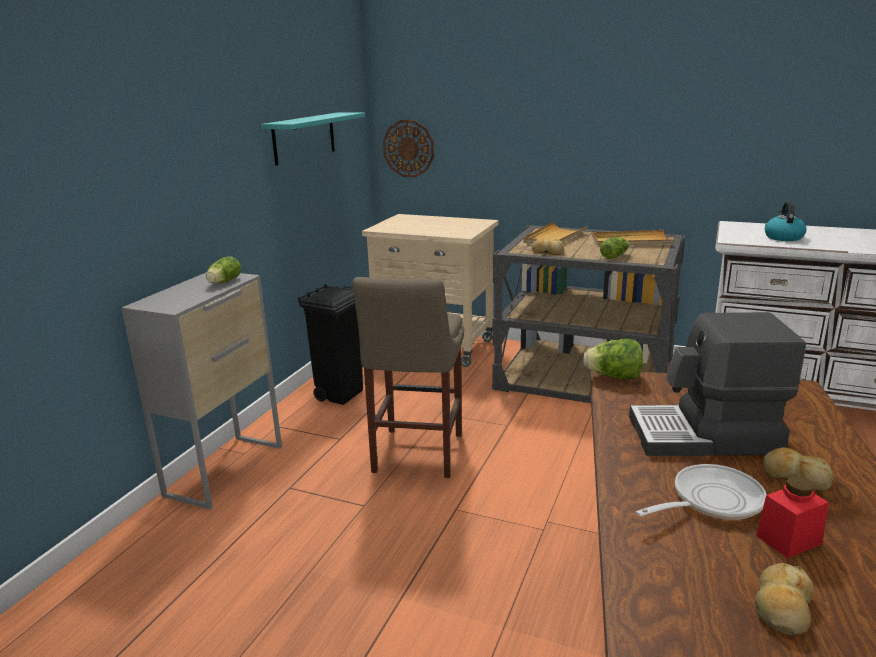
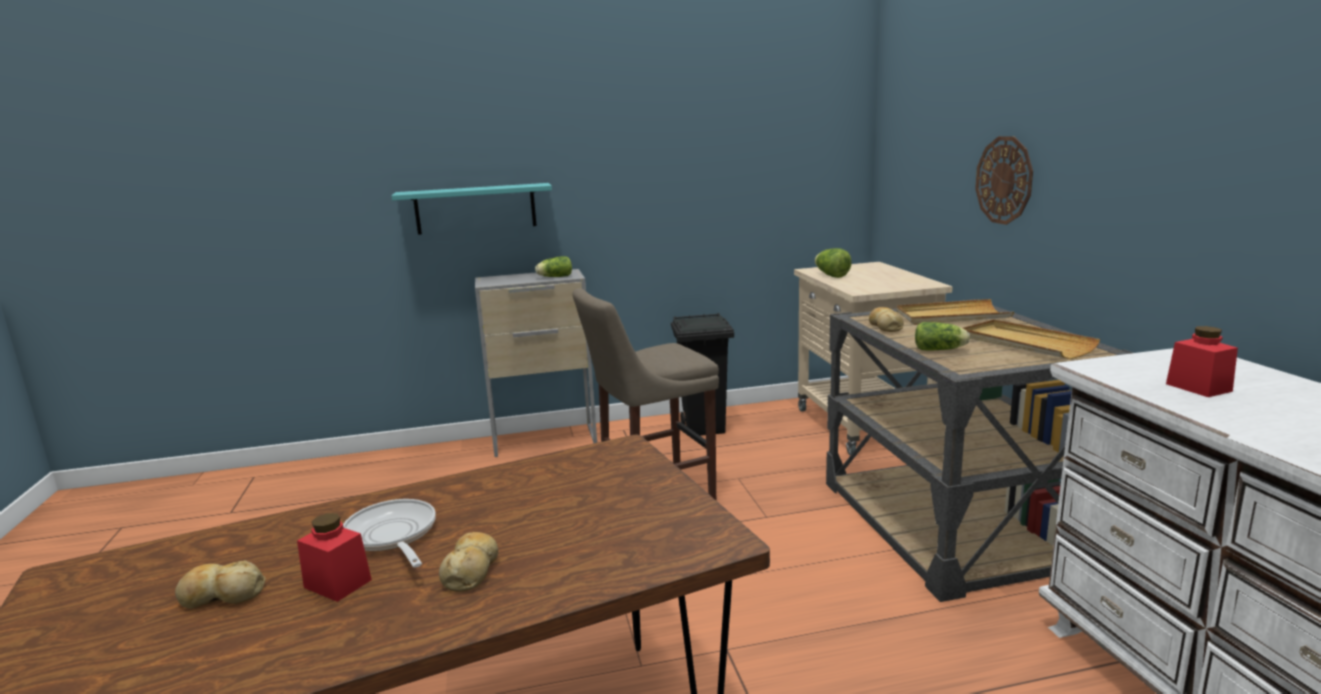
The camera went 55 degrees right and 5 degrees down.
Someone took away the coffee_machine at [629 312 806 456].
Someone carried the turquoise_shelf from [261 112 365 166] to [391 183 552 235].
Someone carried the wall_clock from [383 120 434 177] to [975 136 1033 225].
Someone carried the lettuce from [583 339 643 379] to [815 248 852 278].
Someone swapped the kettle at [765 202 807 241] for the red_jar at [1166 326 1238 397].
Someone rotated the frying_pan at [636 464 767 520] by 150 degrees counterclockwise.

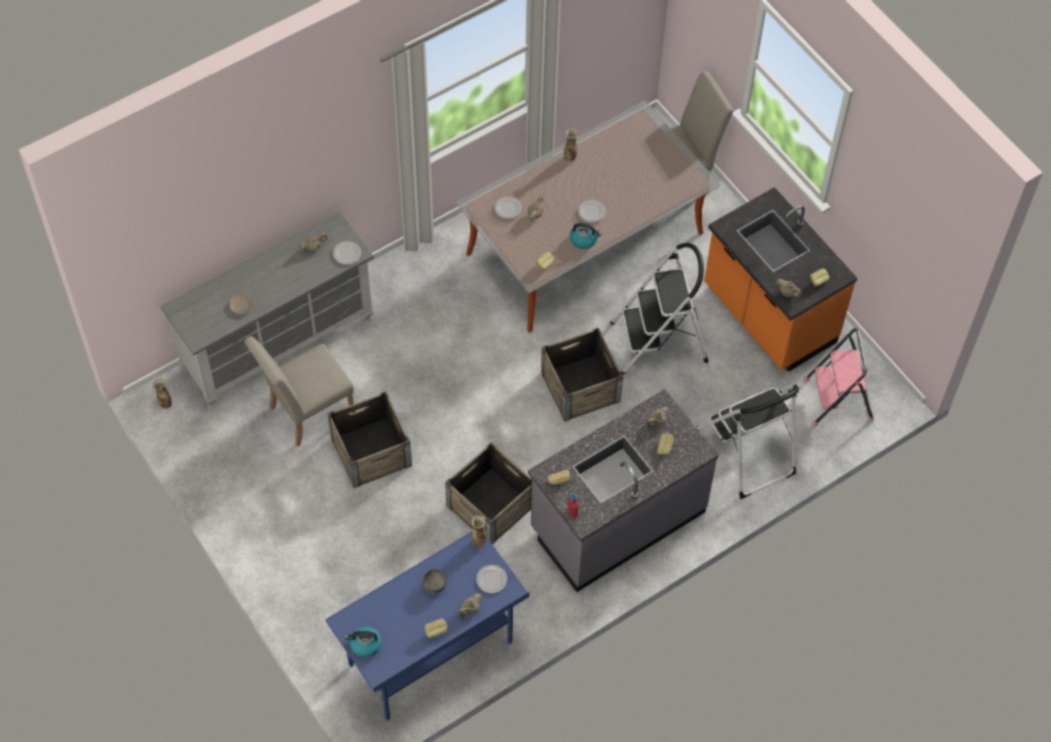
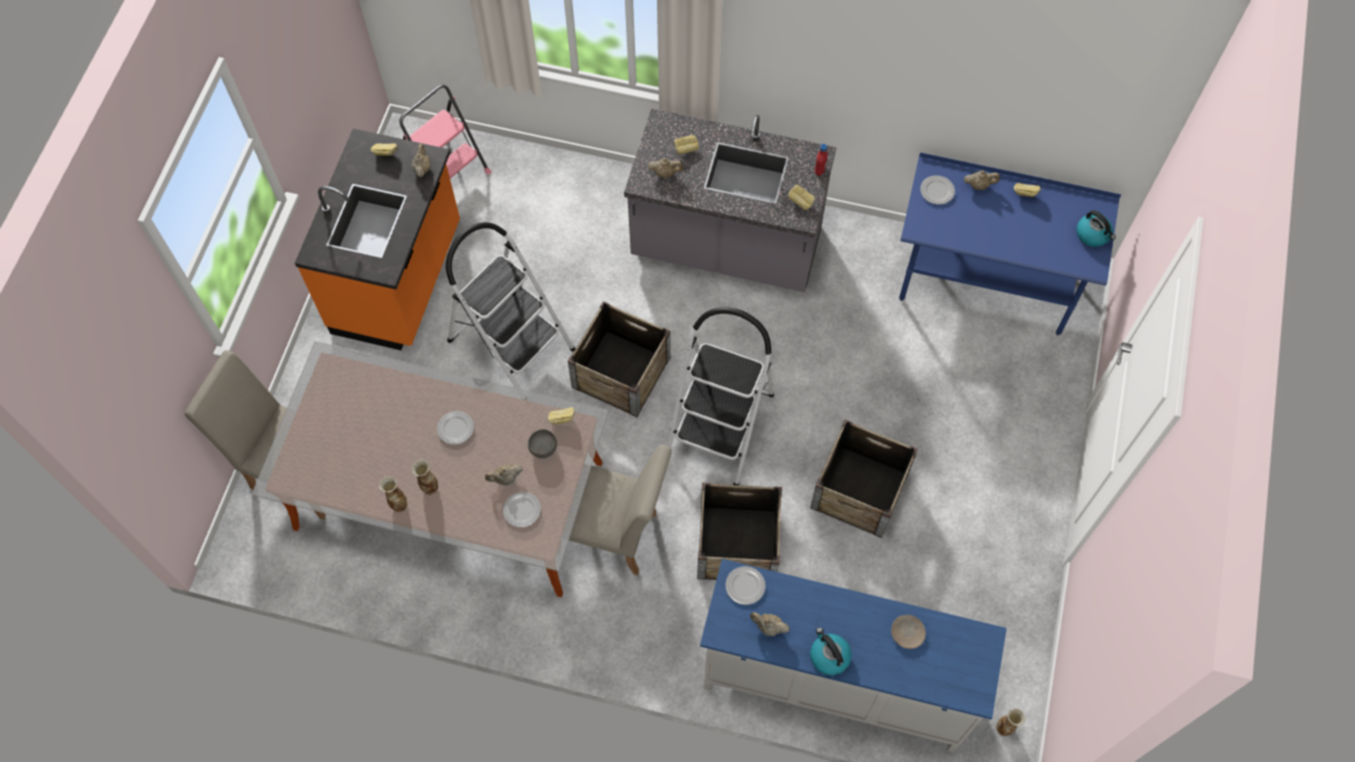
The camera went 130 degrees left and 5 degrees up.
Someone carried the beige_chair from [244 336 356 447] to [569 445 672 575].
Someone carried the grey_bowl from [423 569 447 594] to [528 429 557 459].
Someone carried the crate from [445 442 532 545] to [697 483 782 580].
Someone carried the vase from [471 515 487 548] to [411 459 438 495].
Someone carried the kettle from [570 223 602 249] to [810 627 852 675].
Someone carried the step_ladder from [696 384 799 499] to [667 307 774 485].
Someone repainted the grey_dresser at [160 211 374 409], which became the blue_dresser at [700 559 1007 752].

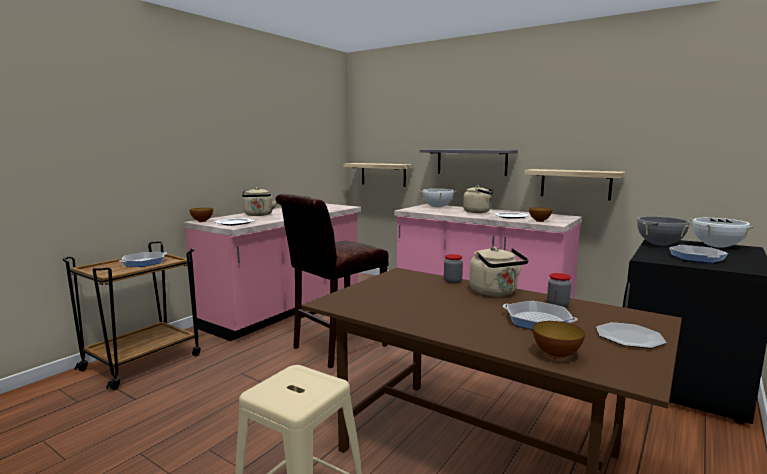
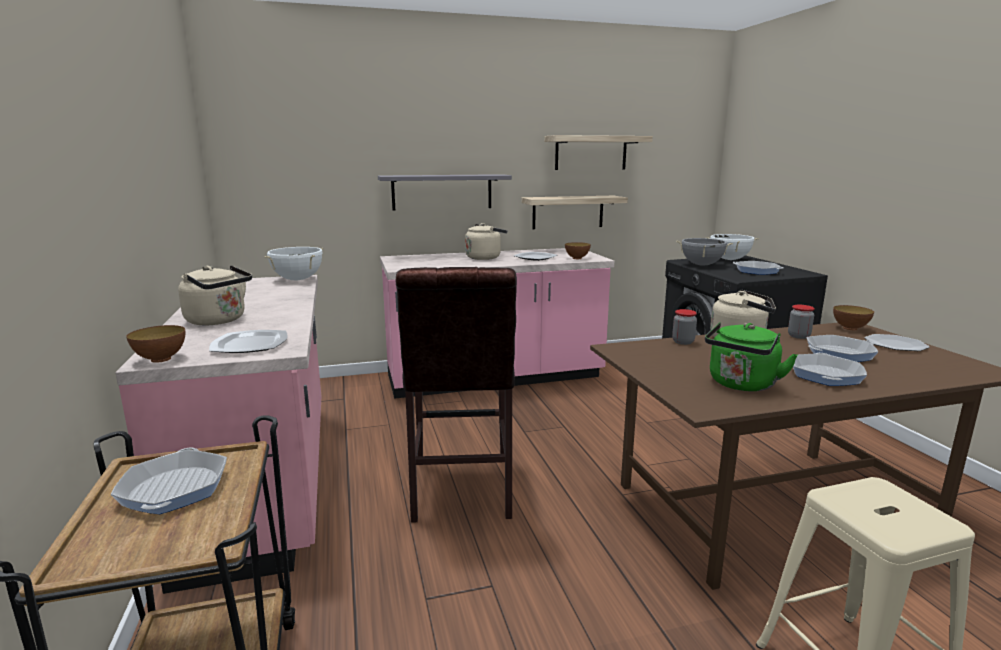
The camera went 50 degrees left and 5 degrees up.
Someone put down the green_kettle at [705 322 798 391].
Someone put down the frying_pan at [793 353 867 386].
Someone carried the shelf from [343 163 413 187] to [544 135 653 170].
Someone carried the white_cooking_pot from [419 189 457 208] to [264 247 323 280].
Someone carried the bowl from [533 321 585 359] to [833 305 874 330].

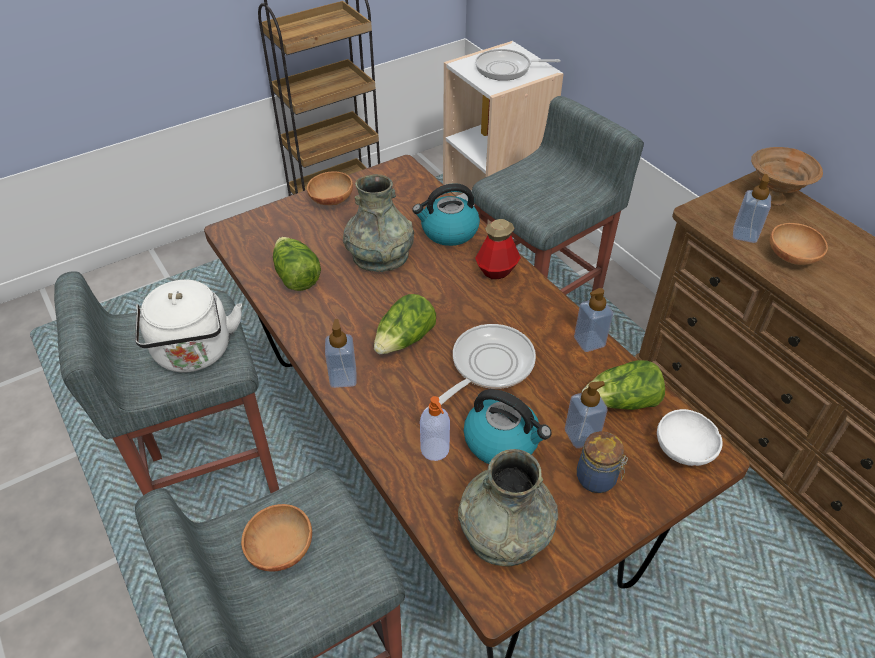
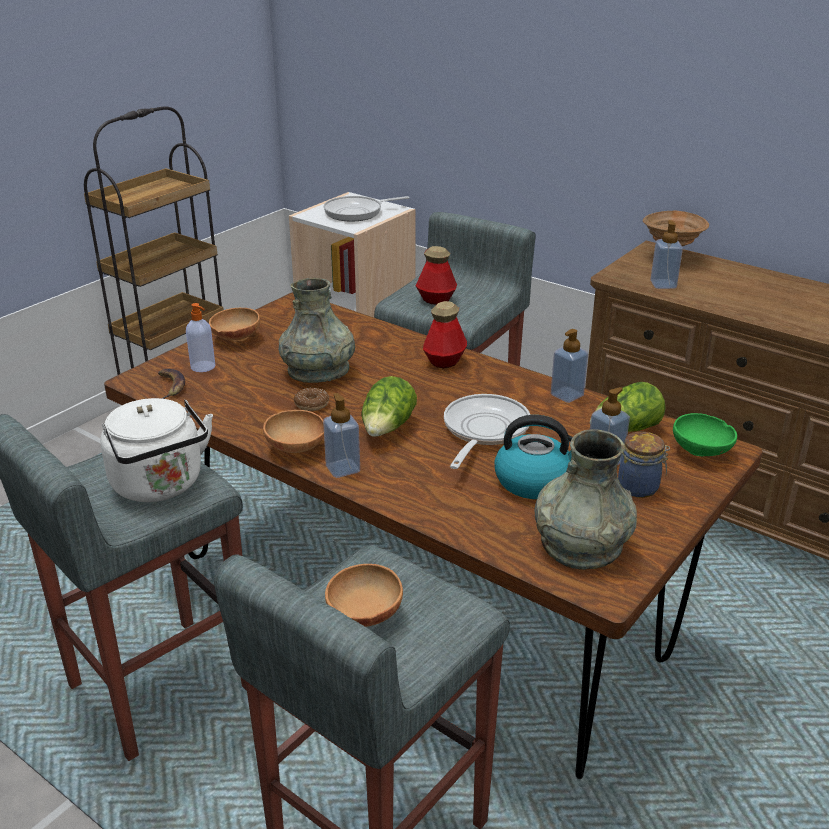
The camera went 20 degrees left and 15 degrees down.
Someone took away the lettuce at [273 237 321 291].
Someone took away the kettle at [412 183 480 246].
Someone put down the banana at [158 369 185 399].
Someone put down the donut at [294 388 329 411].
Someone put down the bottle at [416 246 457 305].
Someone carried the soap_dispenser from [420 396 450 461] to [186 303 215 372].
Someone carried the brown_bowl from [770 223 828 265] to [263 410 324 453].
Someone repainted the white_bowl at [657 409 723 466], which became the green_bowl at [673 413 737 456].

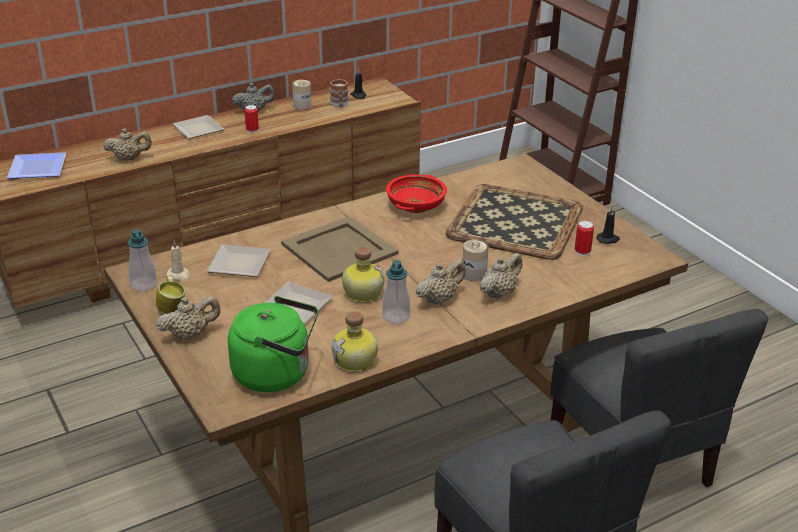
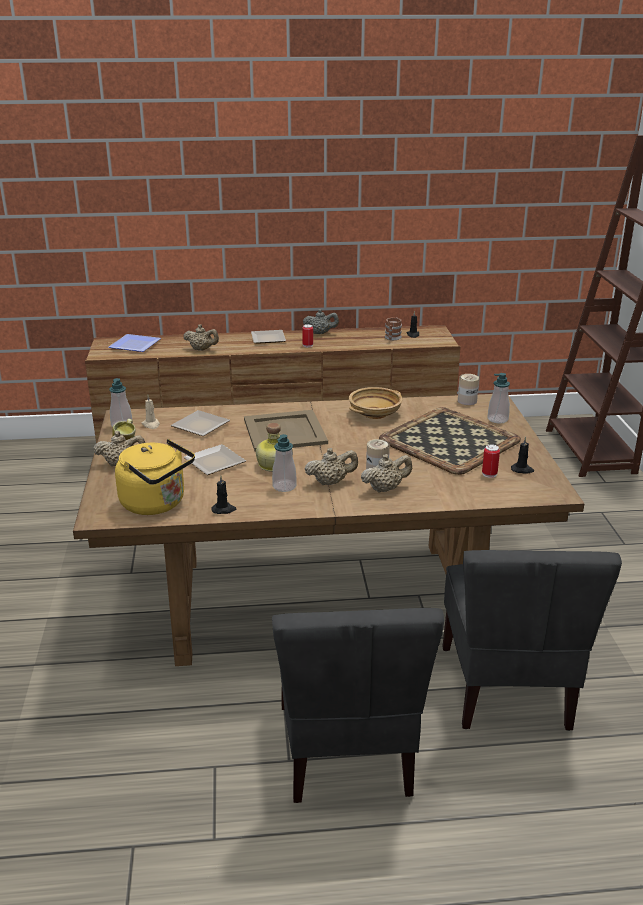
The camera went 25 degrees right and 5 degrees down.
Someone put down the soap_dispenser at [488 373 510 424].
Someone carried the can from [292 80 311 110] to [458 374 479 405].
Someone swapped the bottle at [331 311 378 372] for the black_candle at [211 476 237 514].
Someone repainted the green_kettle at [228 296 318 392], which became the yellow_kettle at [115 439 195 515].
Someone repainted the red_bowl at [386 175 447 213], which became the beige_bowl at [349 387 403 419].

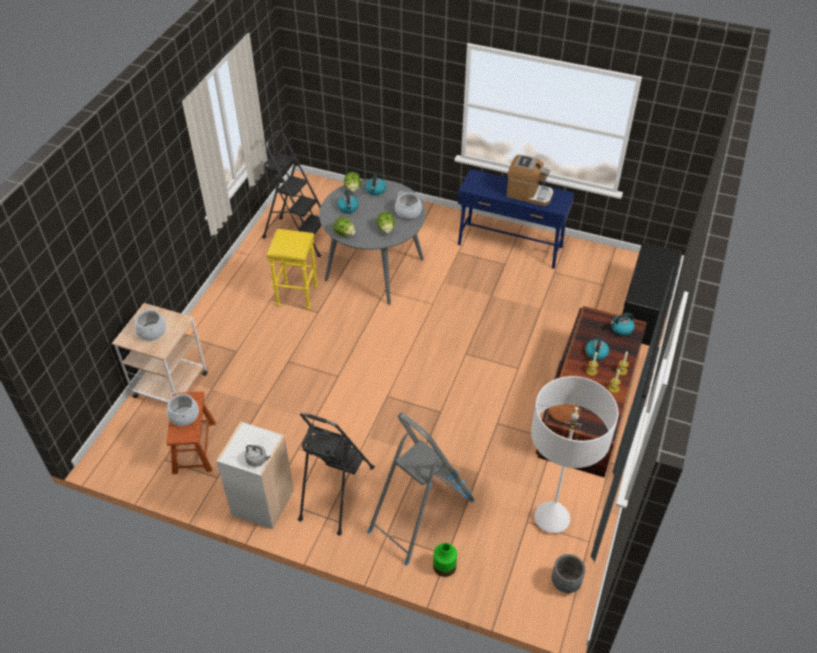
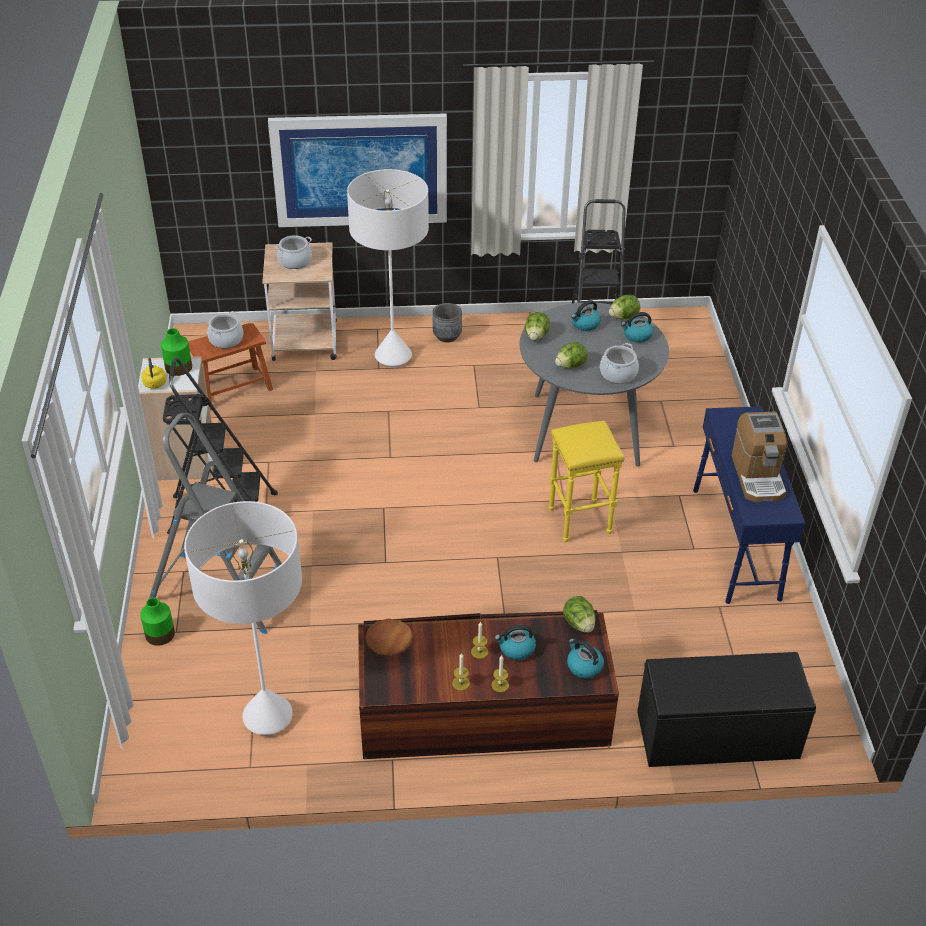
The camera went 65 degrees right and 5 degrees down.
Someone put down the green_vase at [161 328 192 376].
Someone put up the picture at [268 113 447 227].
Someone put down the white_floor_lamp at [347 169 429 367].
Someone put down the lettuce at [563 596 596 633].
Someone carried the yellow_stool from [267 229 318 310] to [549 421 625 543].
Someone carried the grey_planter from [552 554 585 593] to [433 303 462 342].
Someone repainted the grey_kettle at [245 445 271 467], which became the yellow_kettle at [141 358 167 389].

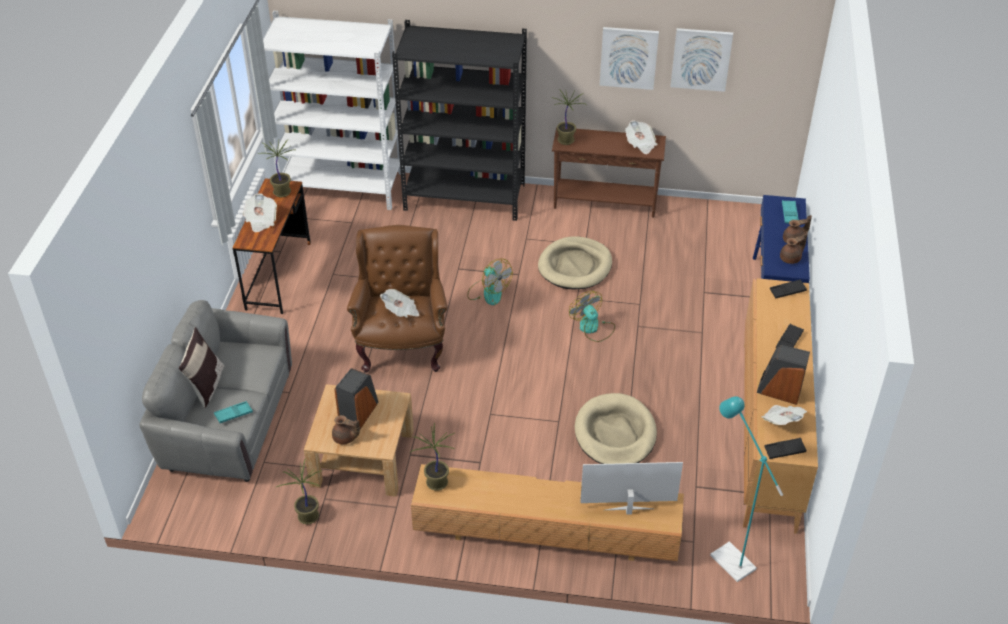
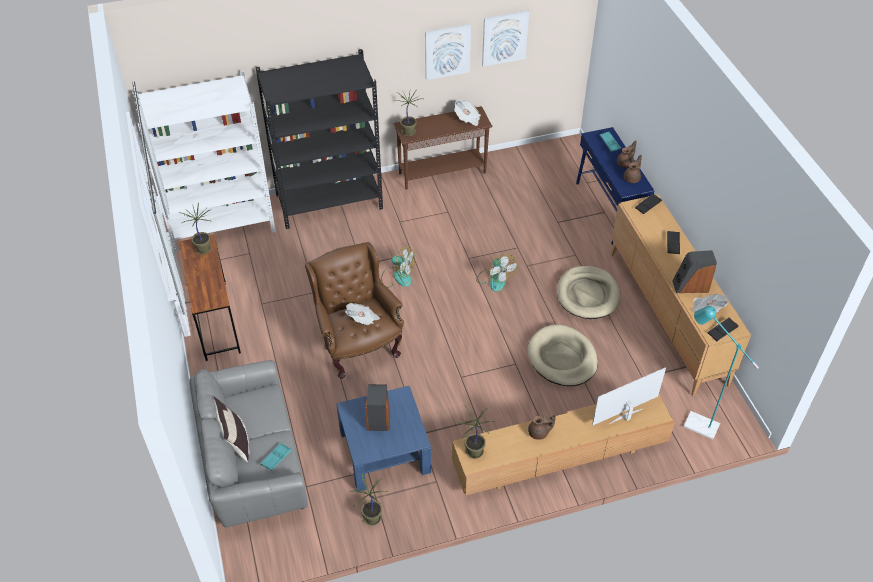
The camera went 25 degrees left and 5 degrees up.
Someone took away the newspaper at [243 193 277 232].
Someone carried the brown_teapot from [332 415 360 445] to [528 415 556 440].
Someone carried the beige_dog_bed from [538 236 612 289] to [557 266 620 319].
Someone repainted the brown_coffee_table at [304 384 414 497], which became the blue_coffee_table at [336 386 431 491].
Someone rotated the fan at [569 291 615 342] by 150 degrees counterclockwise.

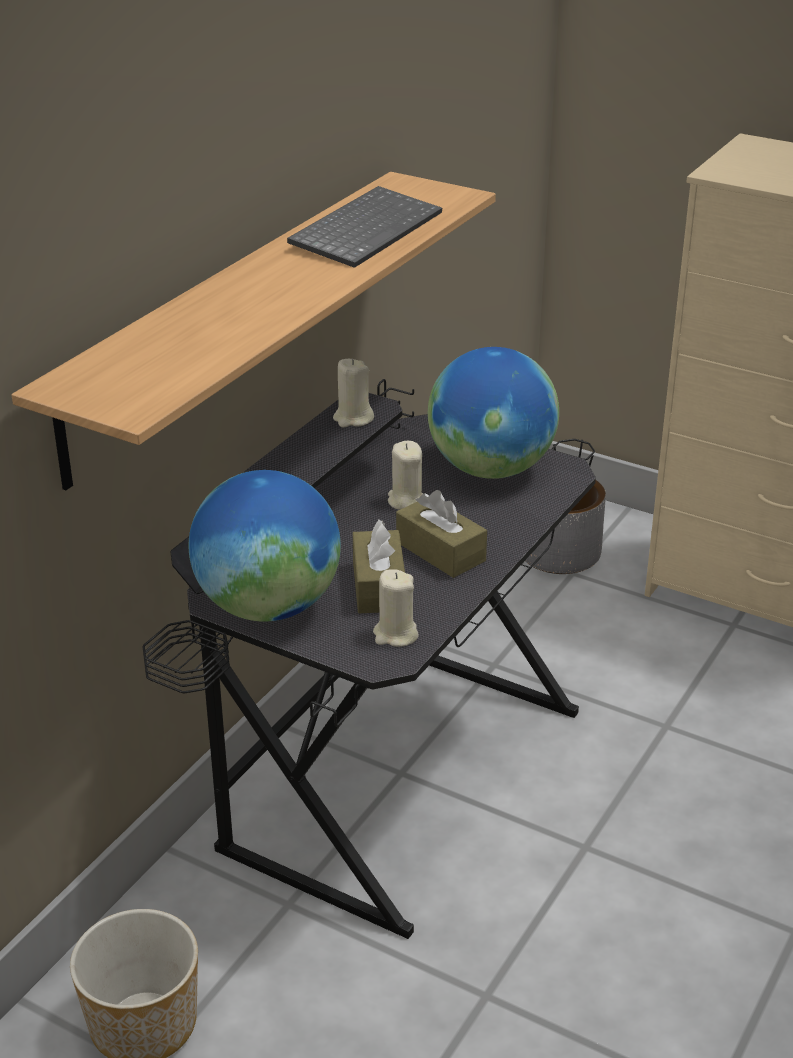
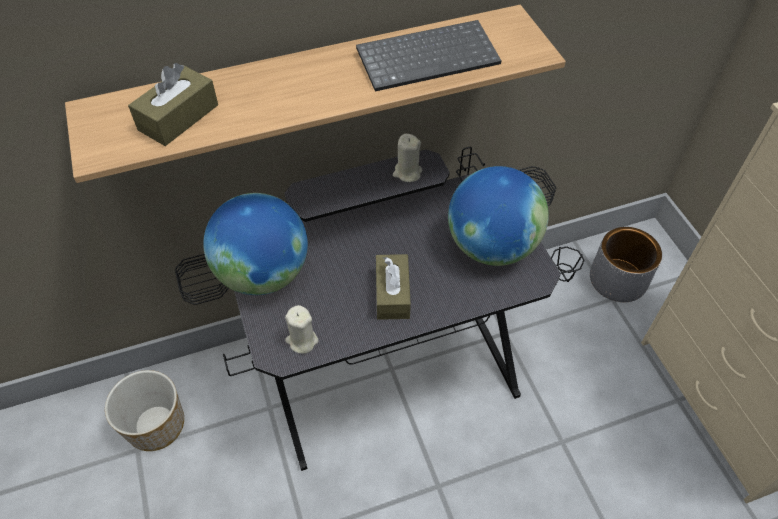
The camera went 40 degrees right and 20 degrees up.
Someone took away the beige_candle at [388 441 423 510].
Someone carried the brown_tissue_box from [353 520 405 613] to [128 63 218 146].

